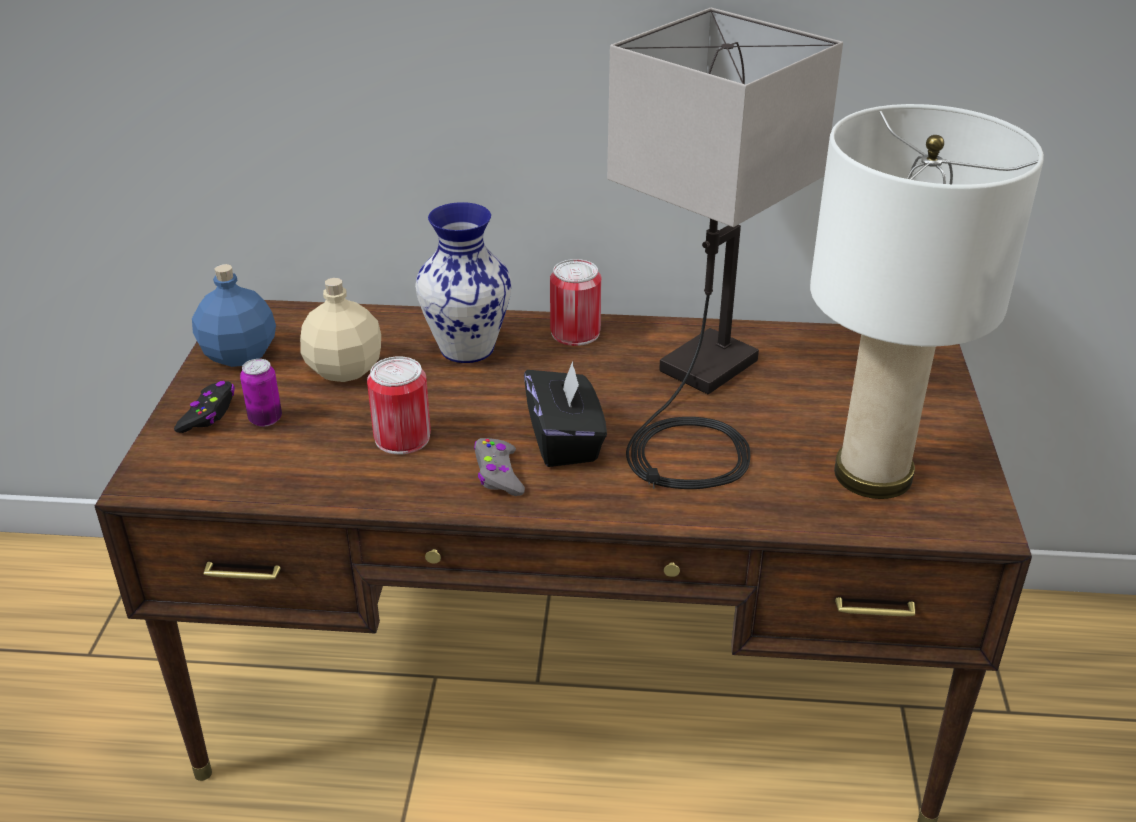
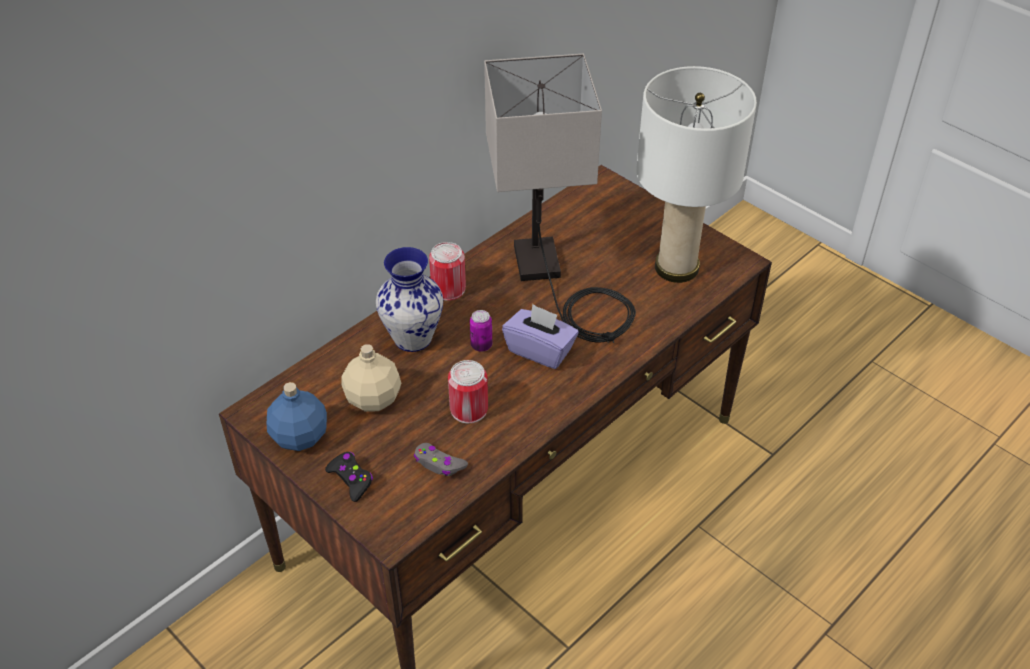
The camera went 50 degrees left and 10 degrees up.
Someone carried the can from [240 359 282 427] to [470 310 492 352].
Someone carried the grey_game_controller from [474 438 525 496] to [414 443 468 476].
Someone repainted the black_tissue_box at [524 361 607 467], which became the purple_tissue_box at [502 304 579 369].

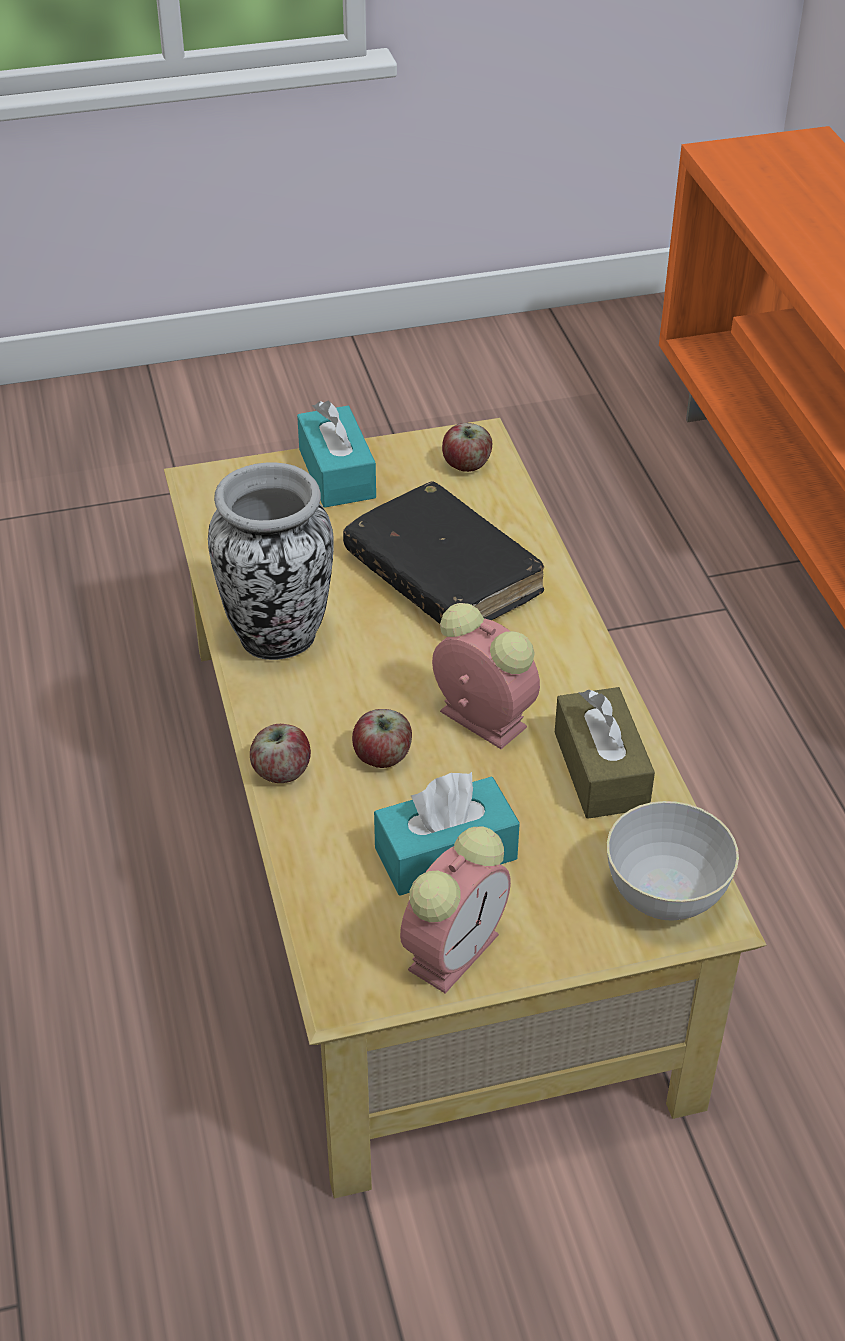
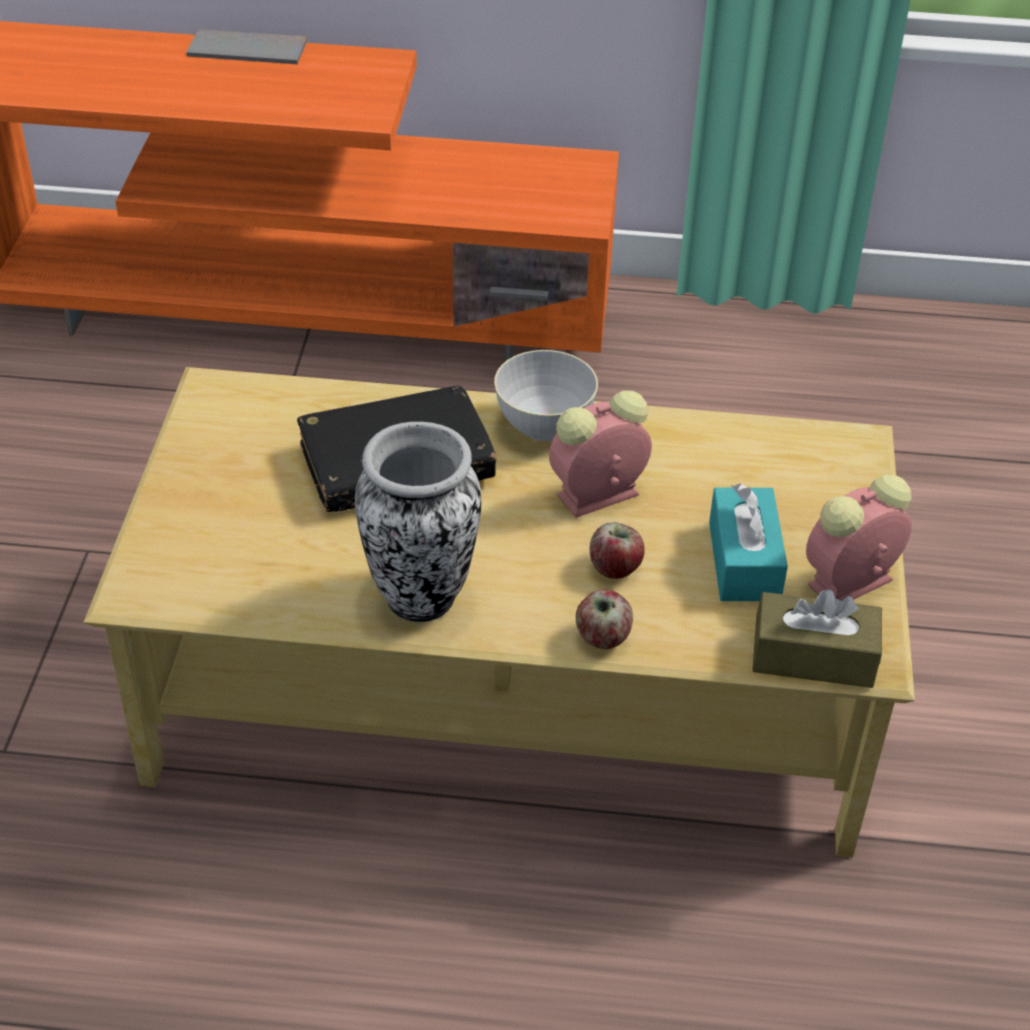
The camera went 70 degrees left and 0 degrees up.
Someone took away the turquoise_tissue_box at [297 401 376 508].
Someone took away the apple at [442 423 492 472].
Someone carried the brown_tissue_box from [555 687 655 819] to [752 589 882 688].
Someone carried the grey_bowl from [607 801 739 921] to [494 350 598 441].
Someone rotated the alarm_clock at [400 826 511 994] by 90 degrees counterclockwise.

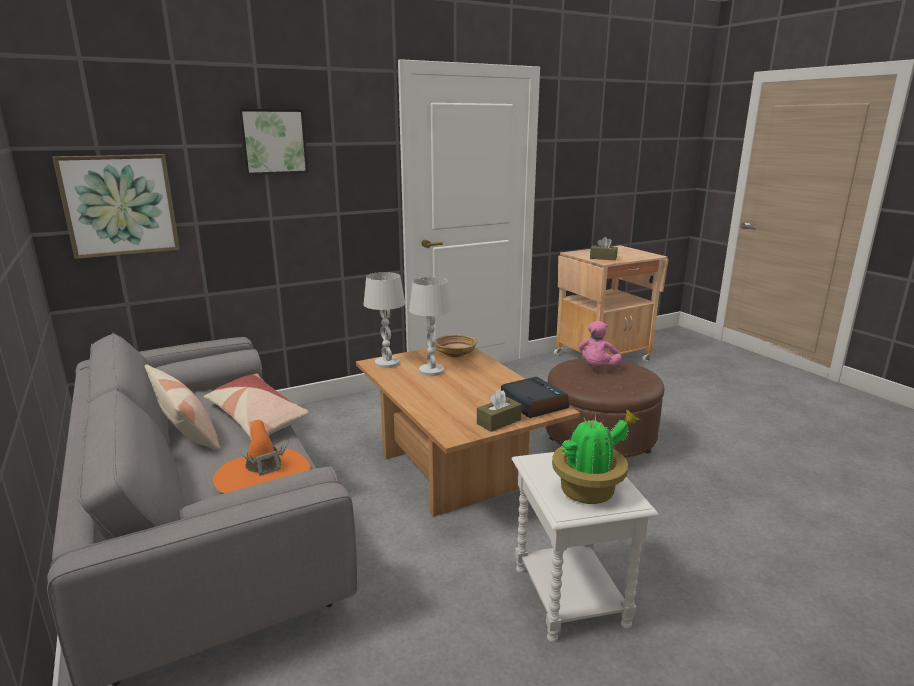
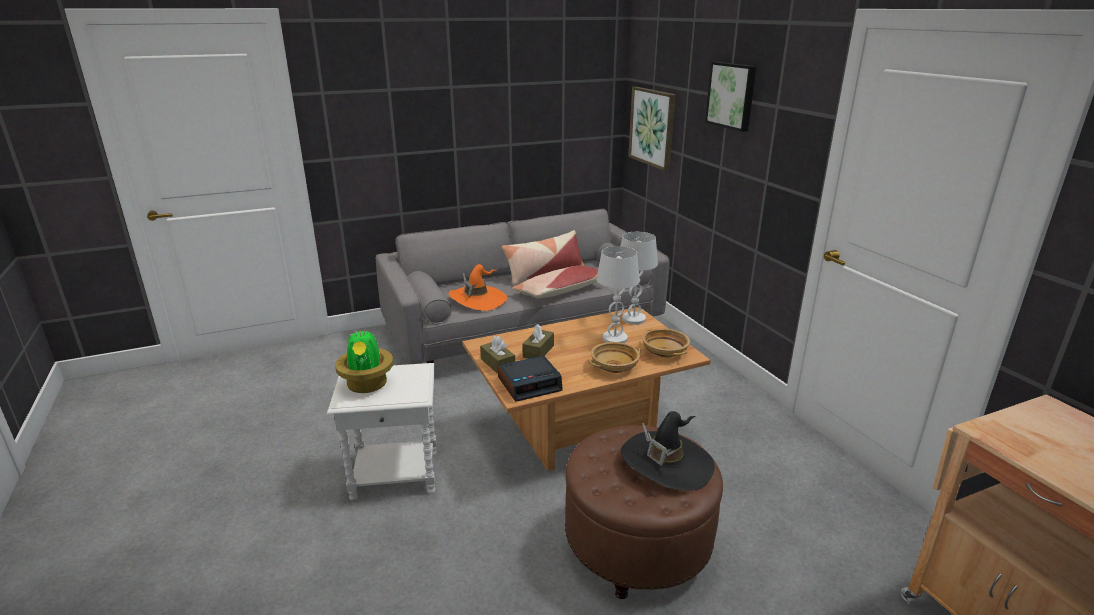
The camera went 95 degrees right and 5 degrees up.
Someone put down the beige_bowl at [589 342 641 373].
Someone carried the brown_tissue_box from [590 237 618 260] to [522 324 554 359].
Someone swapped the pink_plush_toy at [579 321 622 366] for the black_hat at [621 411 715 491].

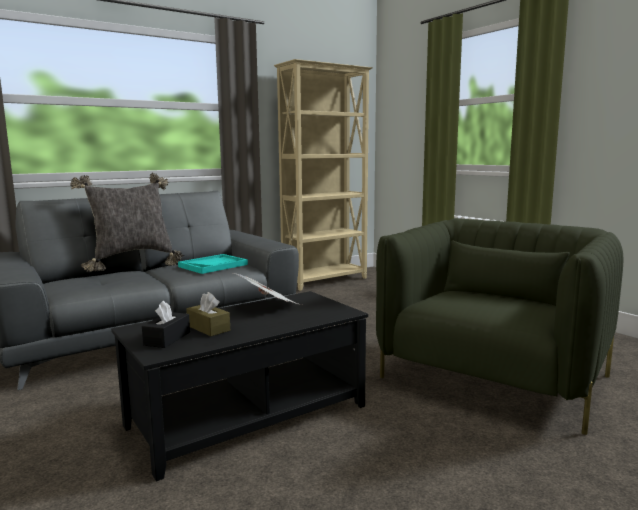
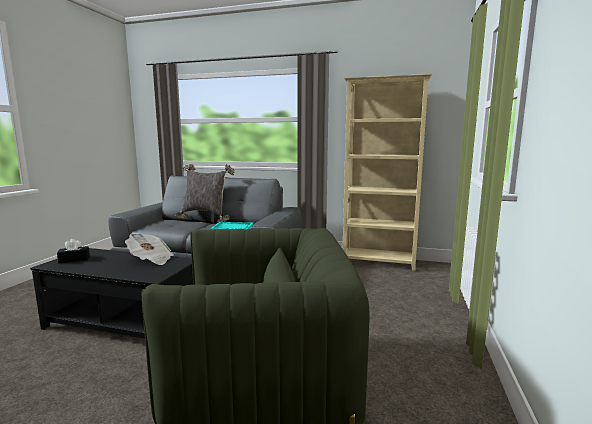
The camera went 50 degrees right and 0 degrees up.
Someone took away the brown_tissue_box at [186 292 230 336].

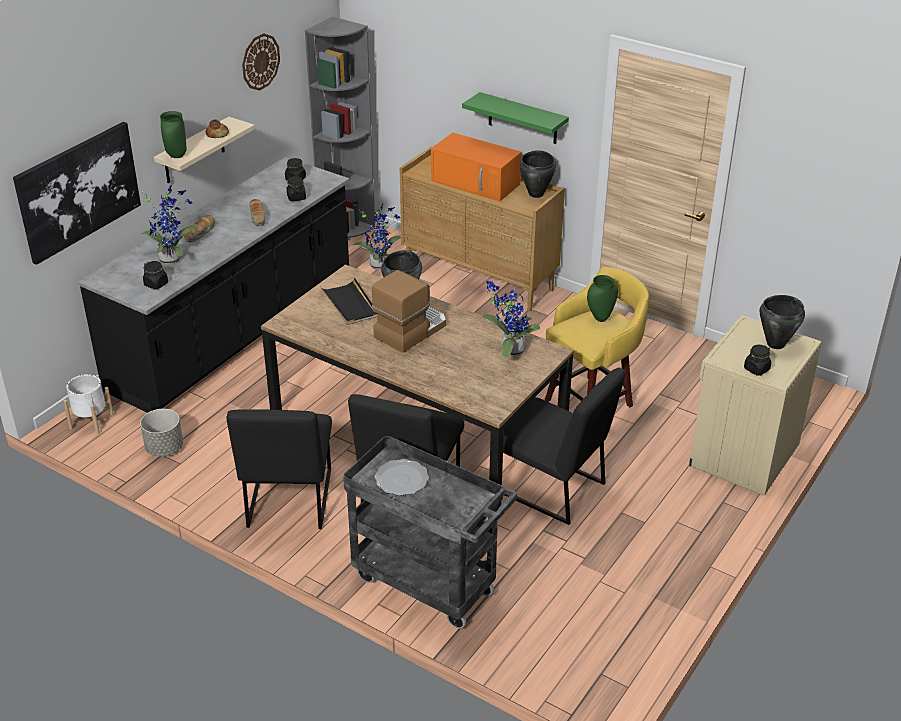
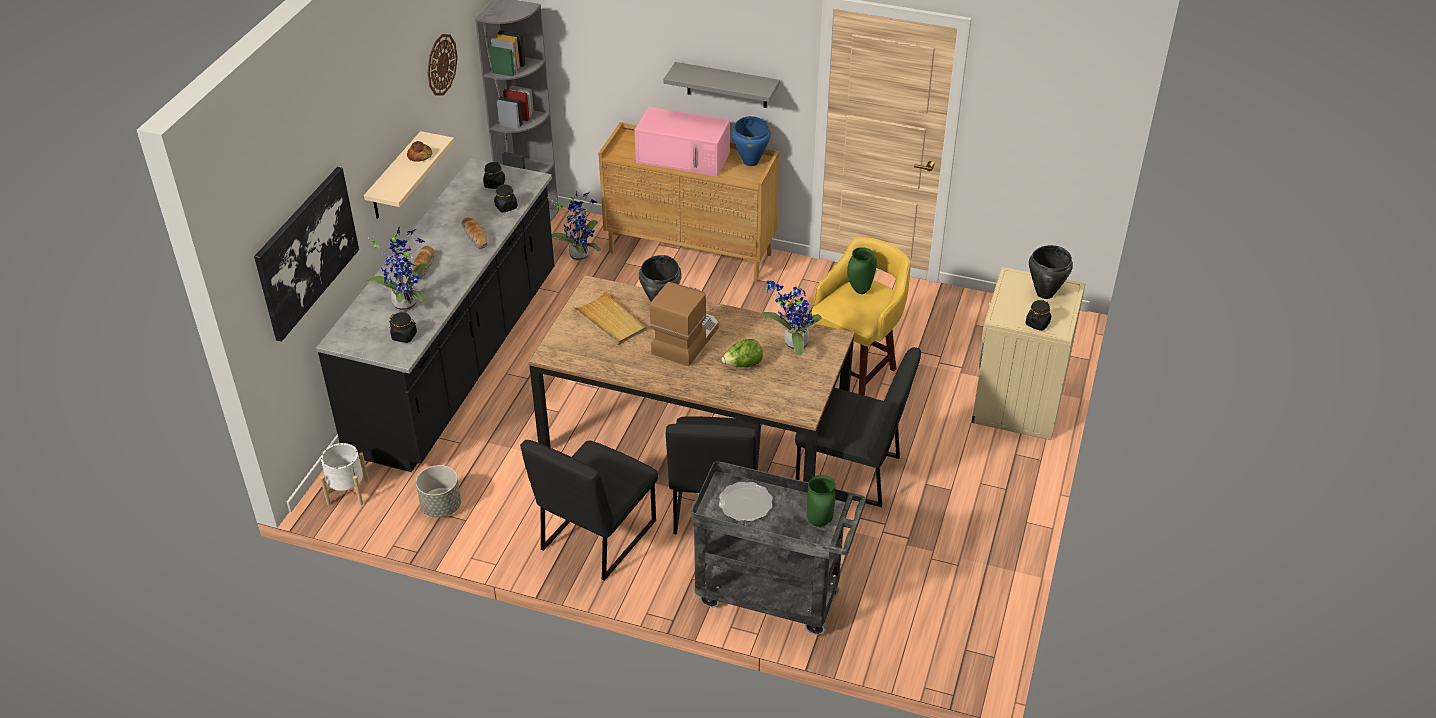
The camera went 15 degrees left and 5 degrees up.
Someone put down the lettuce at [721 339 763 368].
Someone carried the green_vase from [160 111 187 158] to [807 475 836 527].
Someone repainted the black_tray at [320 278 377 325], which became the beige_tray at [573 290 647 345].
Someone repainted the orange_microwave at [431 133 522 202], which became the pink_microwave at [635 107 730 177].
Someone repainted the green_shelf at [462 92 569 144], which became the grey_shelf at [663 62 780 108].
Someone repainted the black_cooking_pot at [519 150 556 198], which became the blue_cooking_pot at [732 116 771 166].
Someone rotated the black_chair at [226 409 332 529] by 45 degrees clockwise.

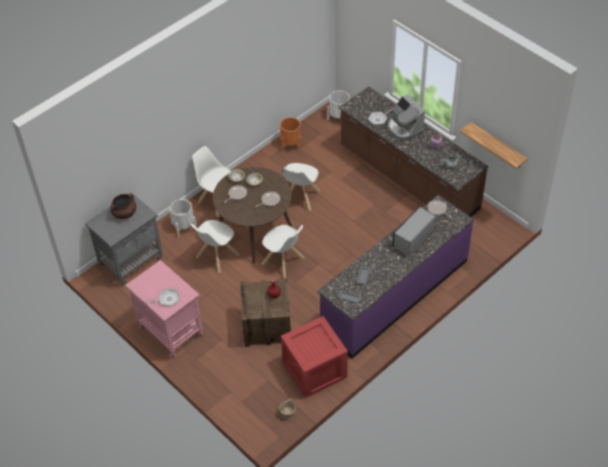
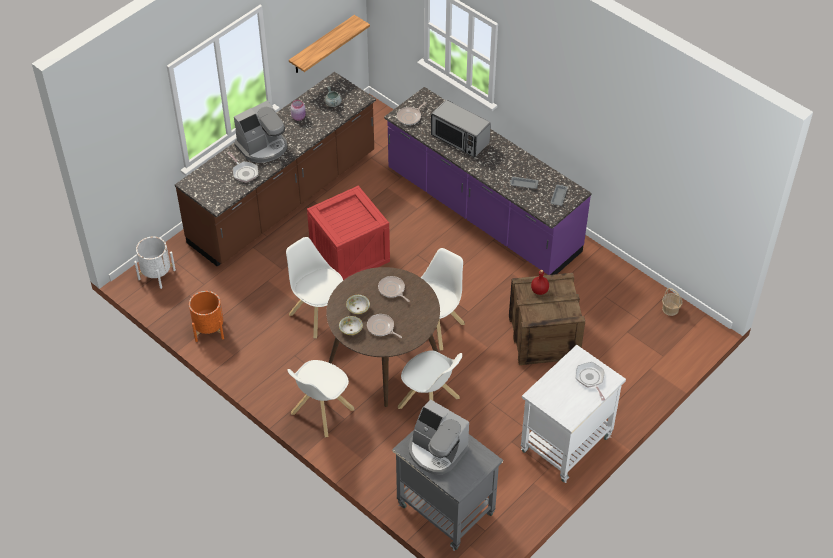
The camera went 95 degrees left and 0 degrees up.
Someone took away the white_planter at [169 199 197 237].
Someone carried the crate from [281 316 348 398] to [307 186 390 280].
Someone swapped the brown_cooking_pot at [110 193 136 219] for the coffee_machine at [409 399 469 475].
Someone repainted the pink_cart at [126 260 203 359], which became the white_cart at [521 345 626 483].
Someone rotated the white_chair at [282 163 321 212] by 150 degrees counterclockwise.

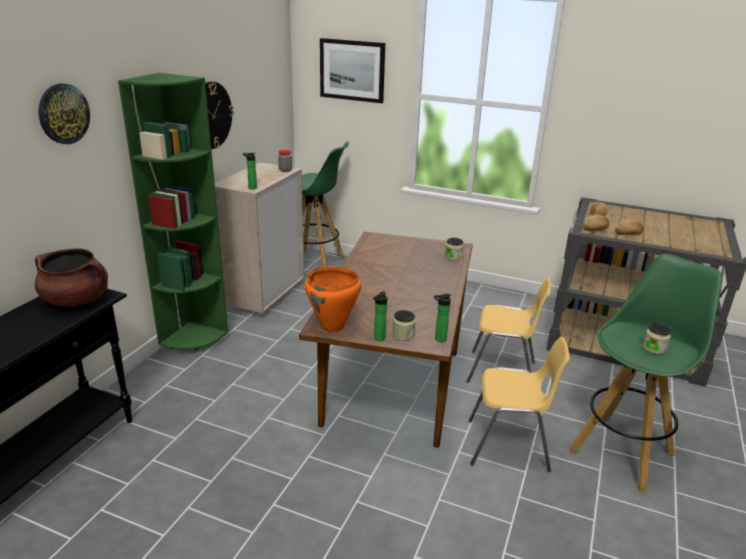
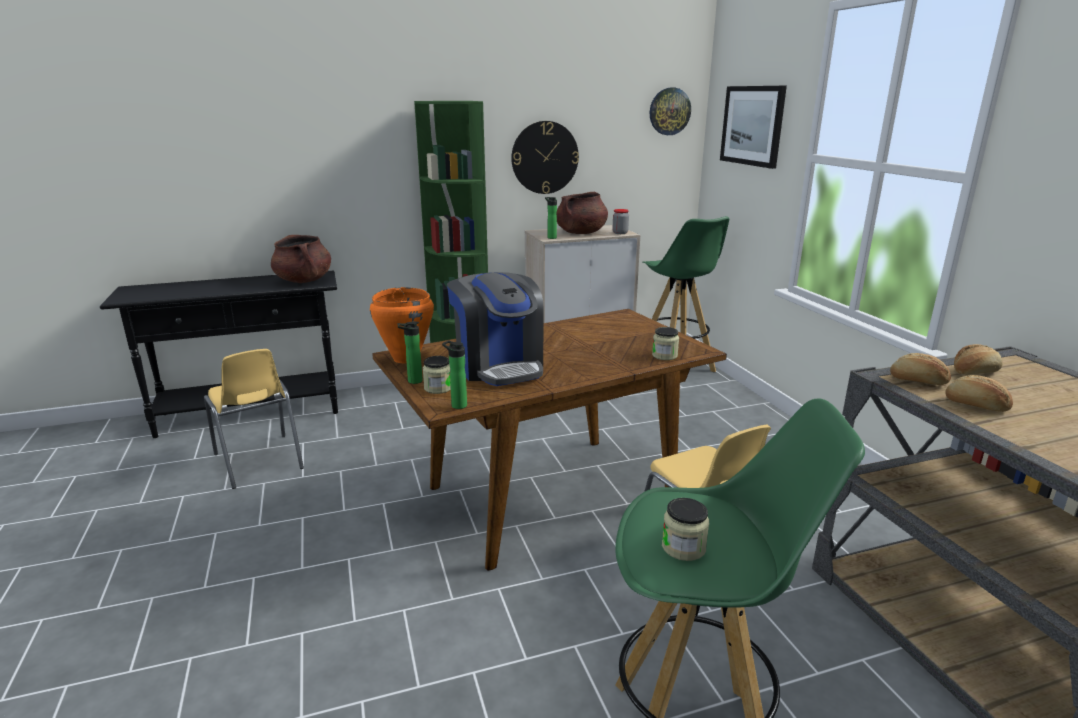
The camera went 50 degrees right and 5 degrees down.
Someone put down the coffee_machine at [447 272 544 386].
Someone put down the brown_cooking_pot at [557 192 608 234].
Someone carried the wall_clock from [38 83 90 144] to [650 88 691 135].
Someone carried the yellow_chair from [469 337 570 472] to [204 349 304 489].

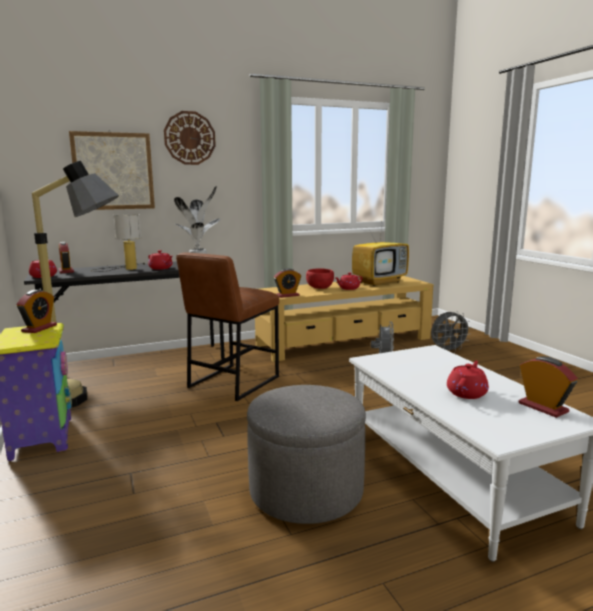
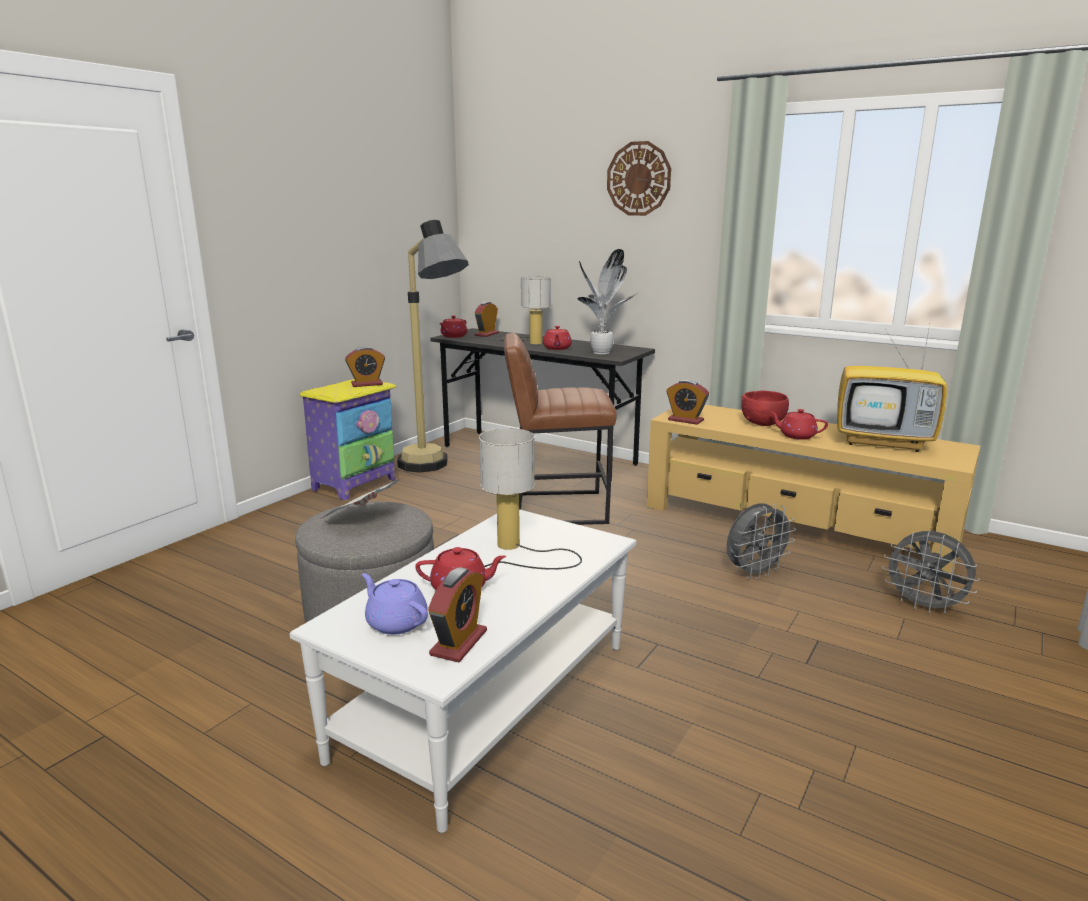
The camera went 55 degrees right and 5 degrees up.
Someone took away the picture at [69 131 155 210].
Someone put down the newspaper at [320 479 401 519].
Someone put down the purple_teapot at [362 573 428 635].
Someone put down the table_lamp at [479 428 582 570].

